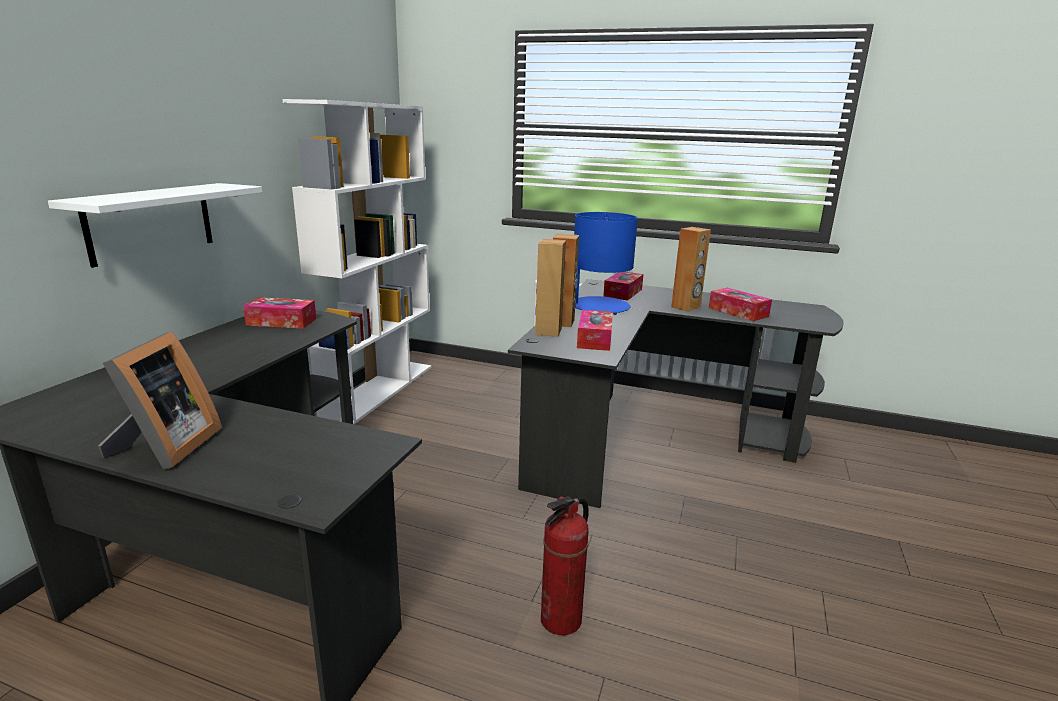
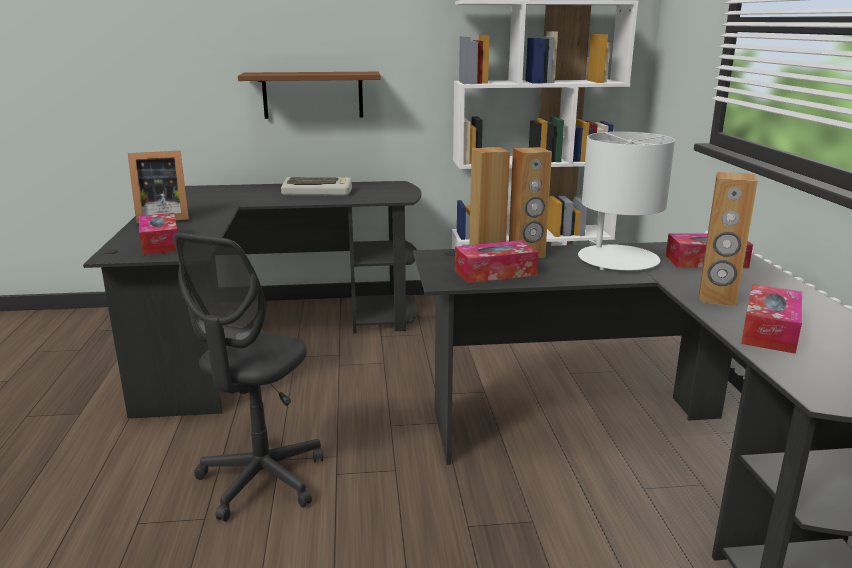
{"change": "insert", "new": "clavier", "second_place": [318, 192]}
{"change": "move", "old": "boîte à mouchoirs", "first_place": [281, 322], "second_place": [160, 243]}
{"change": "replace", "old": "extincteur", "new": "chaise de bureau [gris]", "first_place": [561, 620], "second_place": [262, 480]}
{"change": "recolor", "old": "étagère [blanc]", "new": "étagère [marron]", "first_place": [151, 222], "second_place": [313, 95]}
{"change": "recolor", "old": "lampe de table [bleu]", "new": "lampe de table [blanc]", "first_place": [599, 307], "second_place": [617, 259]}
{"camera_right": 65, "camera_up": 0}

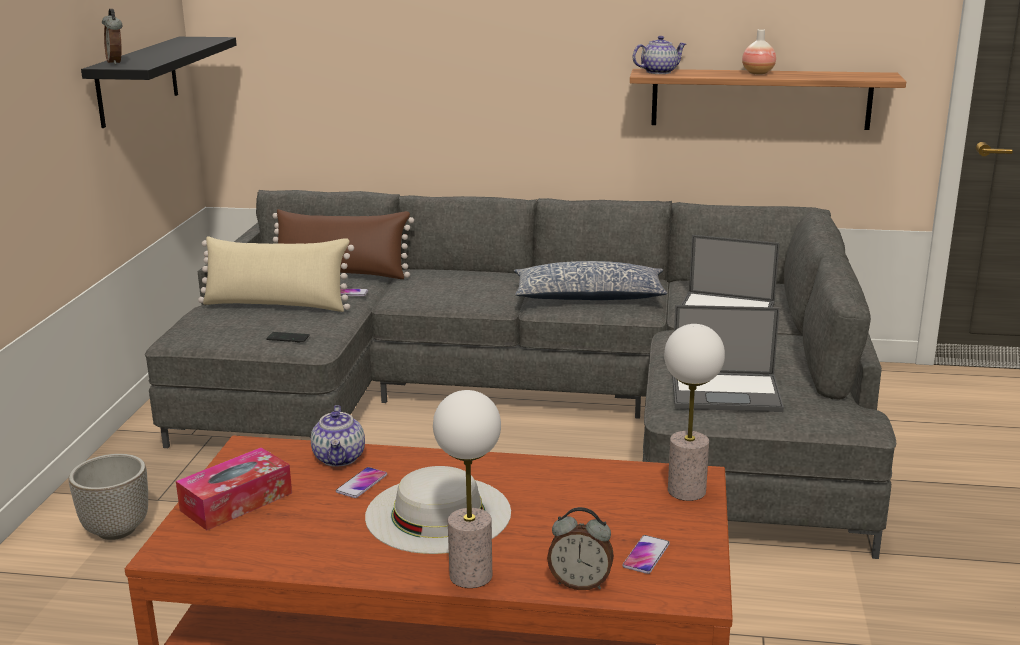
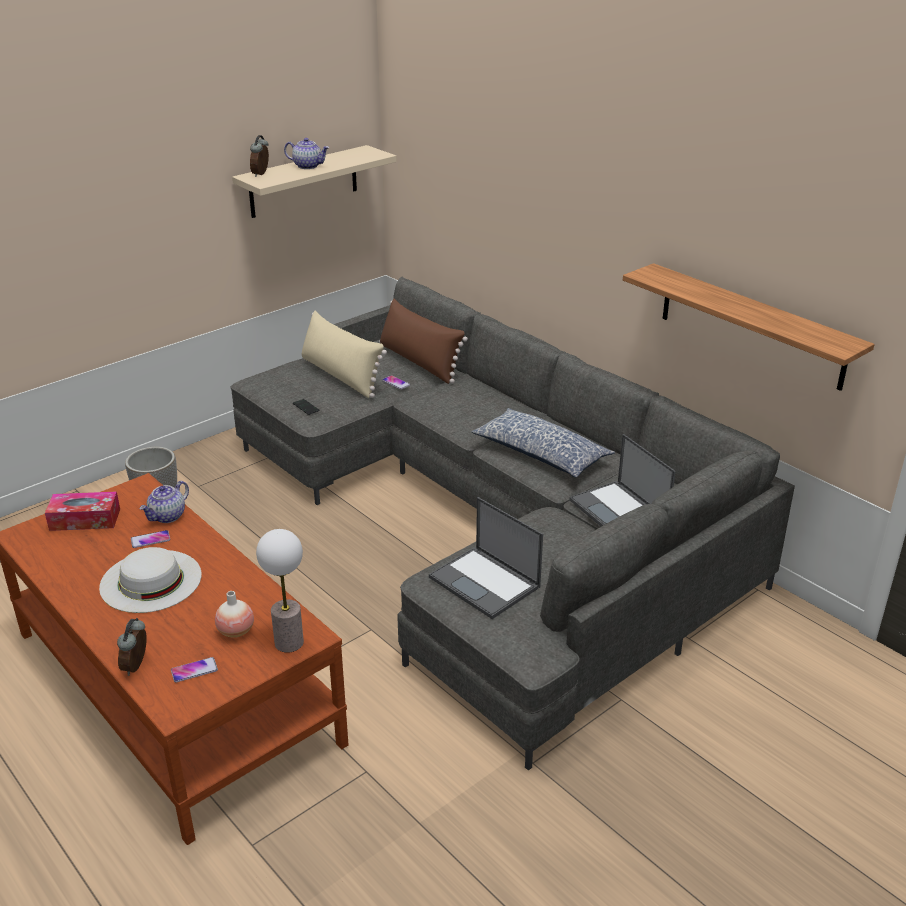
{"change": "delete", "old": "lampe de table", "first_place": [471, 575]}
{"change": "move", "old": "théière", "first_place": [659, 72], "second_place": [308, 166]}
{"change": "move", "old": "vase", "first_place": [758, 73], "second_place": [236, 631]}
{"change": "recolor", "old": "étagère [noir]", "new": "étagère [beige]", "first_place": [137, 81], "second_place": [303, 182]}
{"change": "rotate", "old": "réveil", "first_place": [580, 583], "second_place": [137, 666], "degrees": 45}
{"camera_right": 40, "camera_up": 10}

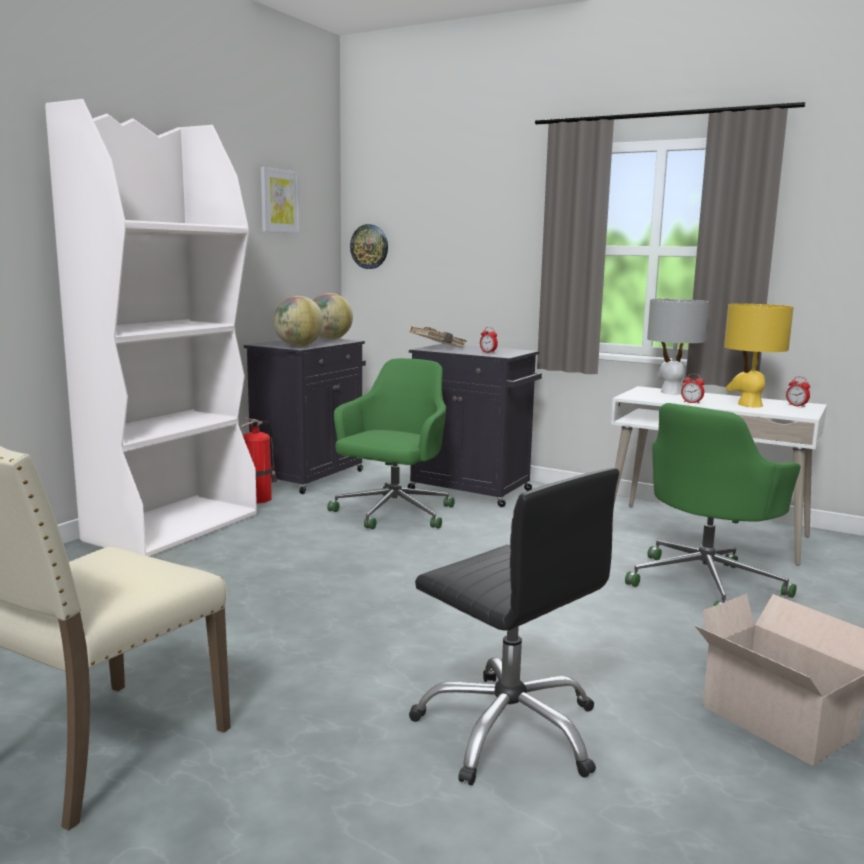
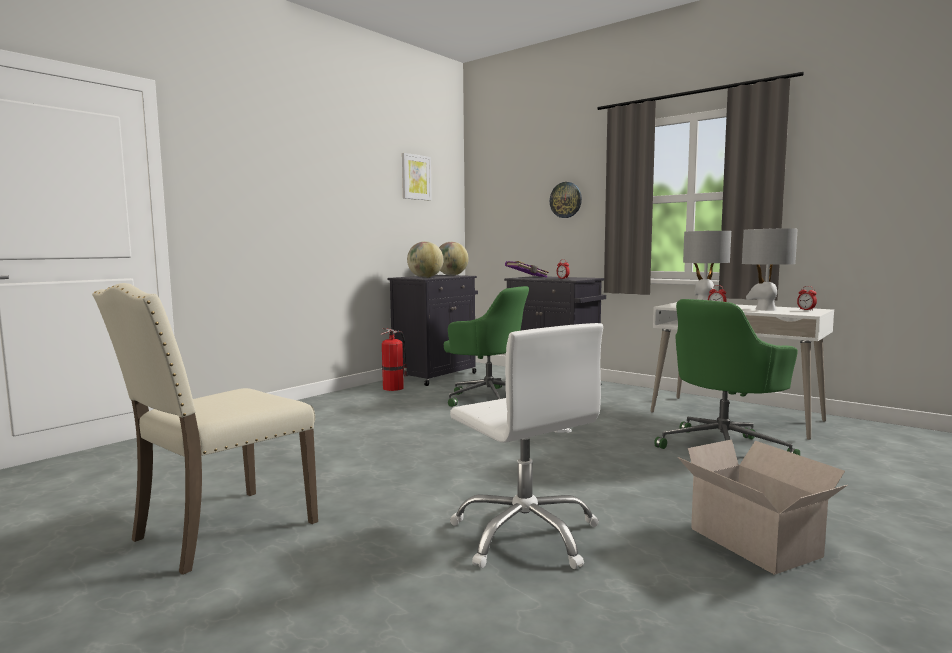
{"change": "delete", "old": "bibliothèque [blanc]", "first_place": [173, 526]}
{"change": "move", "old": "horloge murale", "first_place": [369, 246], "second_place": [566, 200]}
{"change": "recolor", "old": "livre [beige]", "new": "livre [violet]", "first_place": [437, 347], "second_place": [527, 277]}
{"change": "recolor", "old": "chaise de bureau [noir]", "new": "chaise de bureau [blanc]", "first_place": [509, 729], "second_place": [525, 535]}
{"change": "recolor", "old": "lampe de table [jaune]", "new": "lampe de table [gris]", "first_place": [749, 405], "second_place": [765, 309]}
{"change": "rotate", "old": "chaise de bureau [vert]", "first_place": [393, 513], "second_place": [488, 398], "degrees": 90}
{"camera_right": 10, "camera_up": -5}

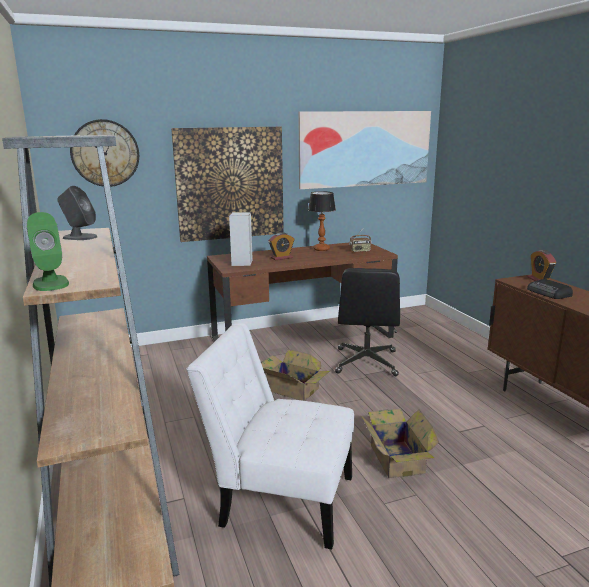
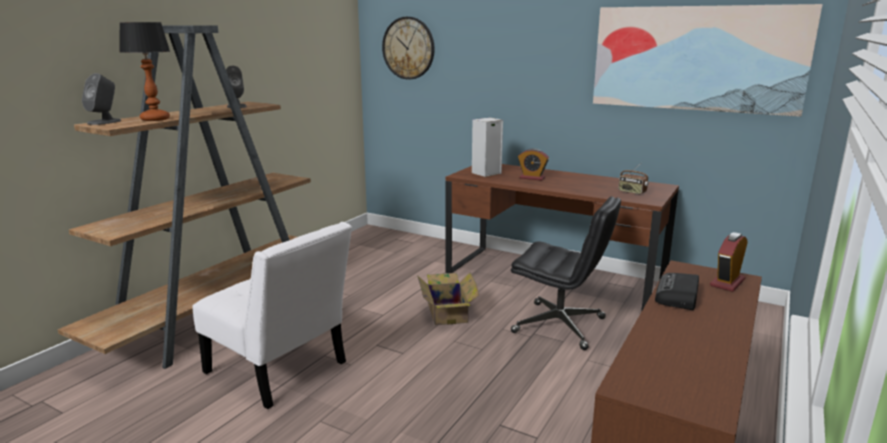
{"change": "delete", "old": "tableau", "first_place": [230, 183]}
{"change": "delete", "old": "carton", "first_place": [396, 457]}
{"change": "move", "old": "lampe de table", "first_place": [321, 249], "second_place": [155, 119]}
{"change": "recolor", "old": "enceinte [vert]", "new": "enceinte [gris]", "first_place": [50, 283], "second_place": [104, 122]}
{"change": "rotate", "old": "chaise [blanc]", "first_place": [280, 498], "second_place": [280, 371], "degrees": 150}
{"change": "rotate", "old": "chaise de bureau [noir]", "first_place": [366, 362], "second_place": [560, 325], "degrees": -120}
{"camera_right": 50, "camera_up": 0}

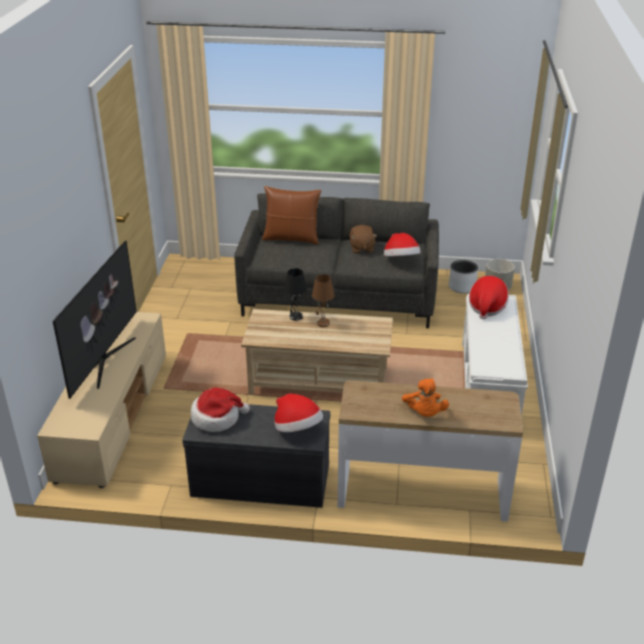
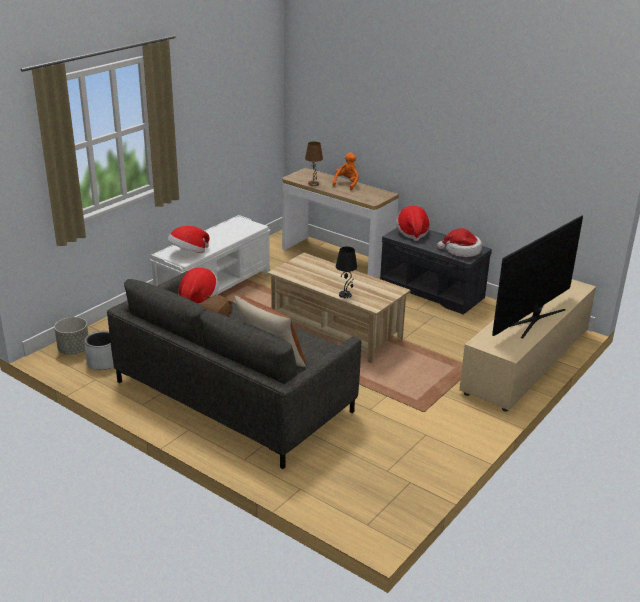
{"change": "move", "old": "lampe de table [marron]", "first_place": [322, 323], "second_place": [313, 184]}
{"camera_right": -150, "camera_up": -5}

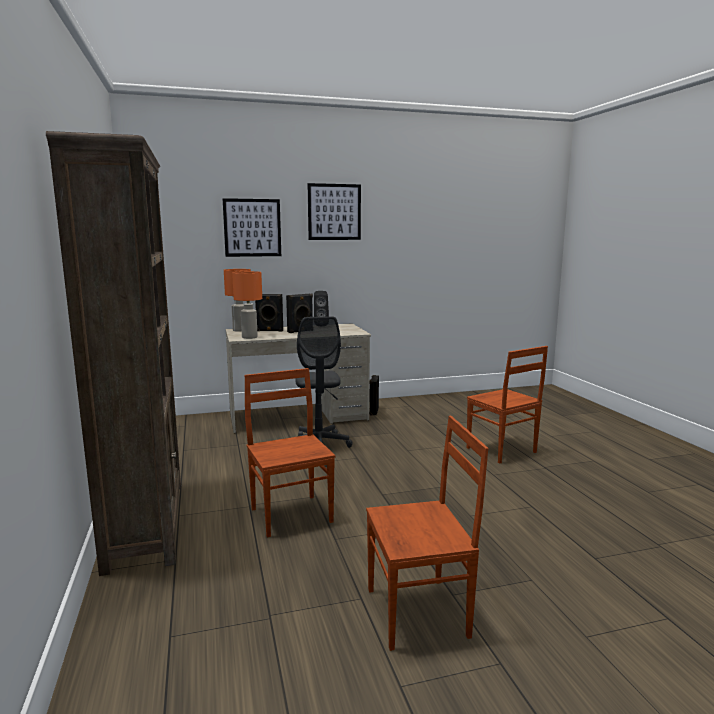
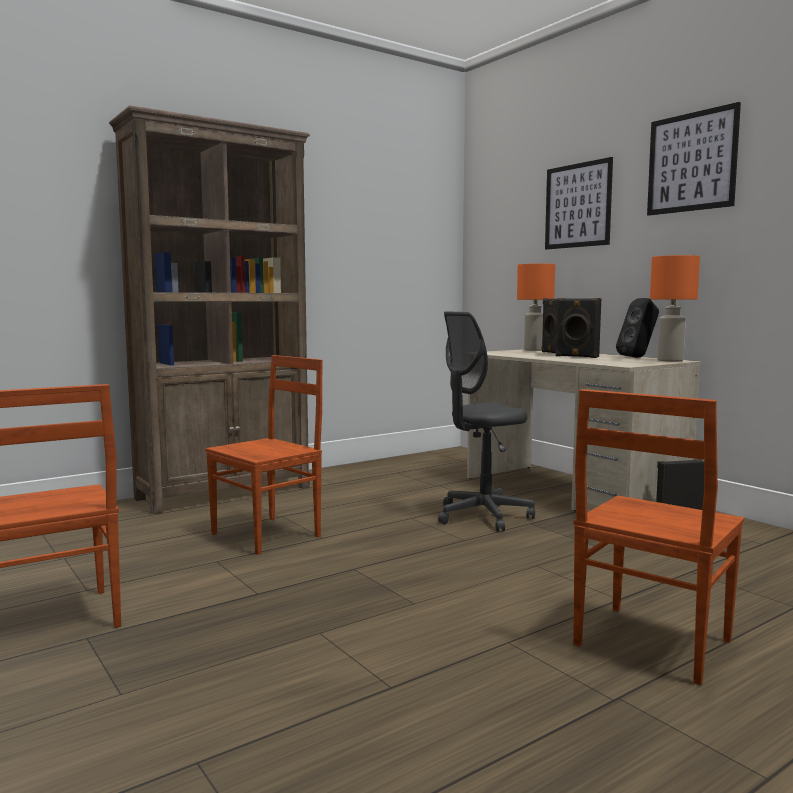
{"change": "move", "old": "lampe de table [orange]", "first_place": [249, 337], "second_place": [670, 360]}
{"camera_right": 70, "camera_up": -5}

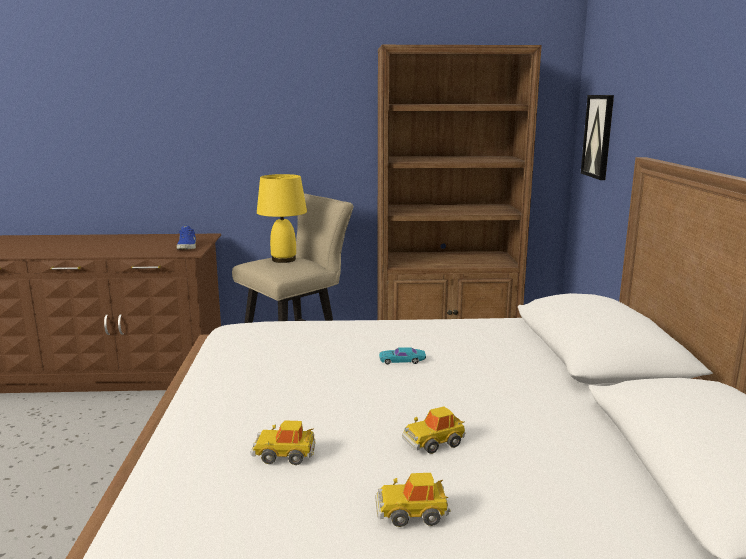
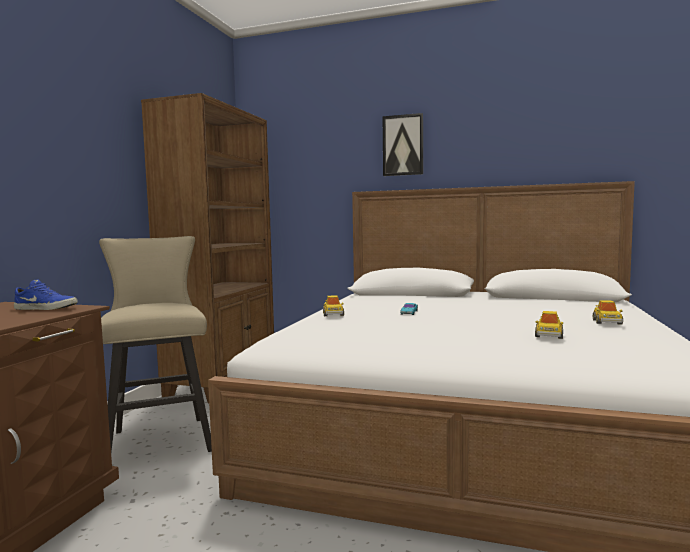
{"change": "delete", "old": "lampe de table [jaune]", "first_place": [284, 260]}
{"change": "move", "old": "petite voiture", "first_place": [434, 442], "second_place": [333, 314]}
{"change": "move", "old": "tableau", "first_place": [598, 136], "second_place": [403, 145]}
{"camera_right": -70, "camera_up": -10}

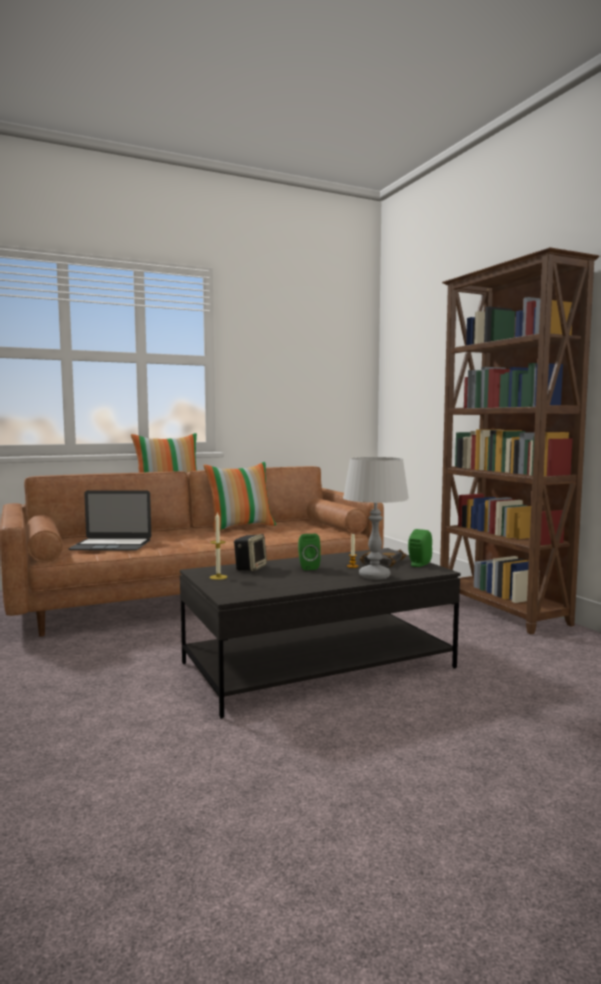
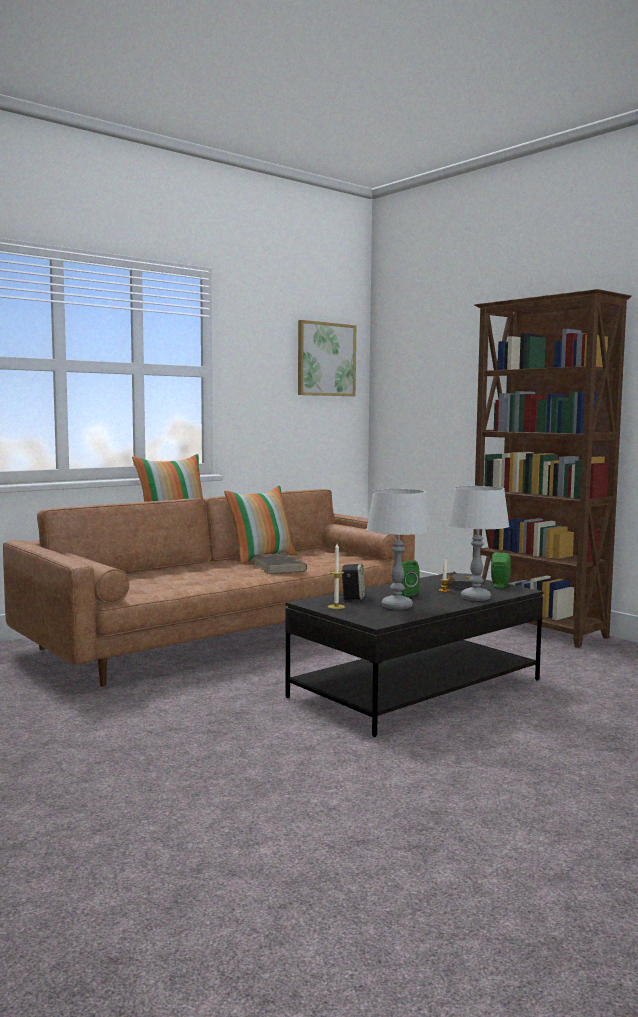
{"change": "delete", "old": "ordinateur portable", "first_place": [111, 545]}
{"change": "insert", "new": "livre [marron]", "second_place": [279, 567]}
{"change": "insert", "new": "tableau", "second_place": [326, 359]}
{"change": "insert", "new": "lampe de table [gris]", "second_place": [396, 606]}
{"camera_right": -15, "camera_up": 0}

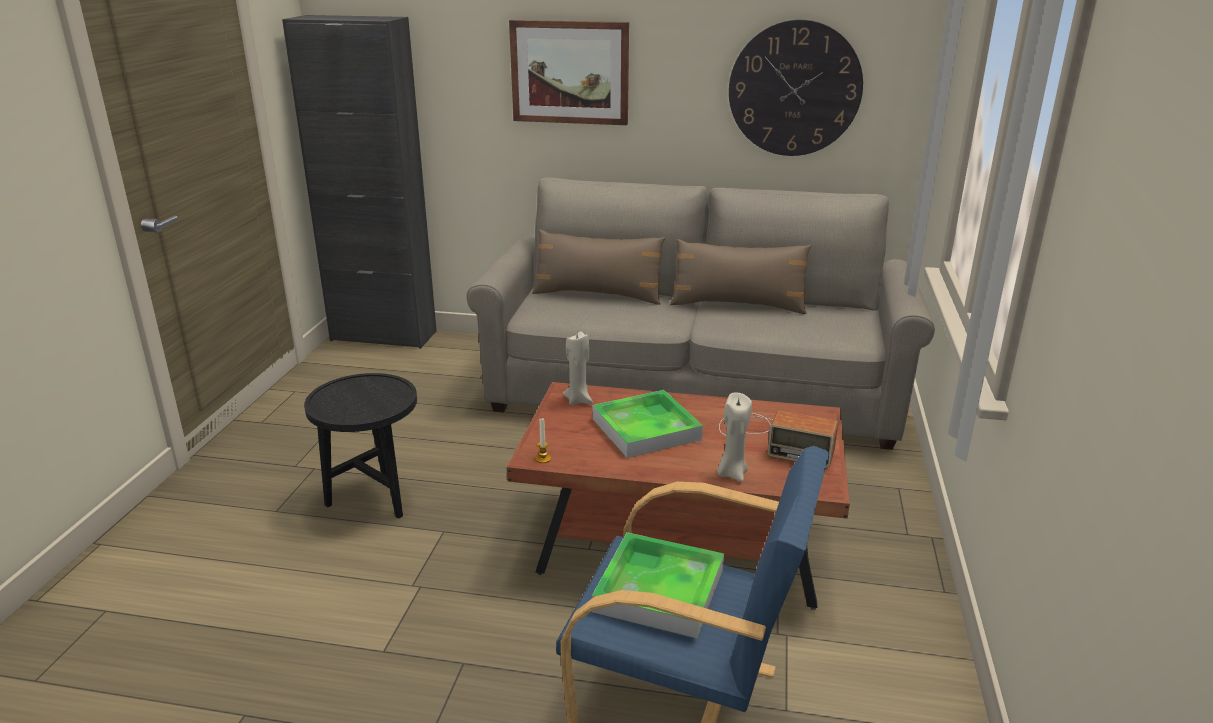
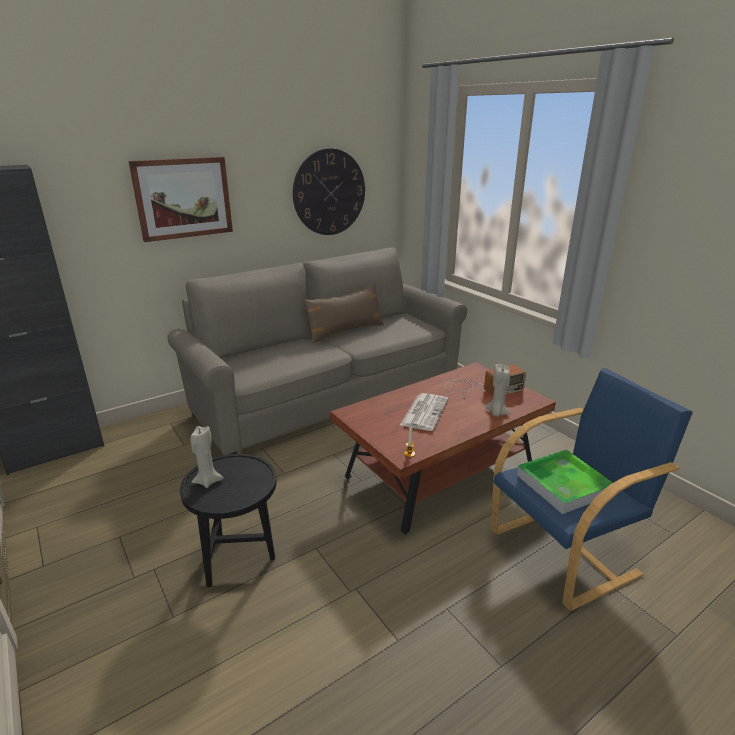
{"change": "delete", "old": "coussin [marron]", "first_place": [598, 295]}
{"change": "move", "old": "bougie [beige]", "first_place": [578, 400], "second_place": [208, 481]}
{"change": "replace", "old": "plateau", "new": "journal", "first_place": [646, 429], "second_place": [424, 412]}
{"camera_right": -45, "camera_up": 0}

